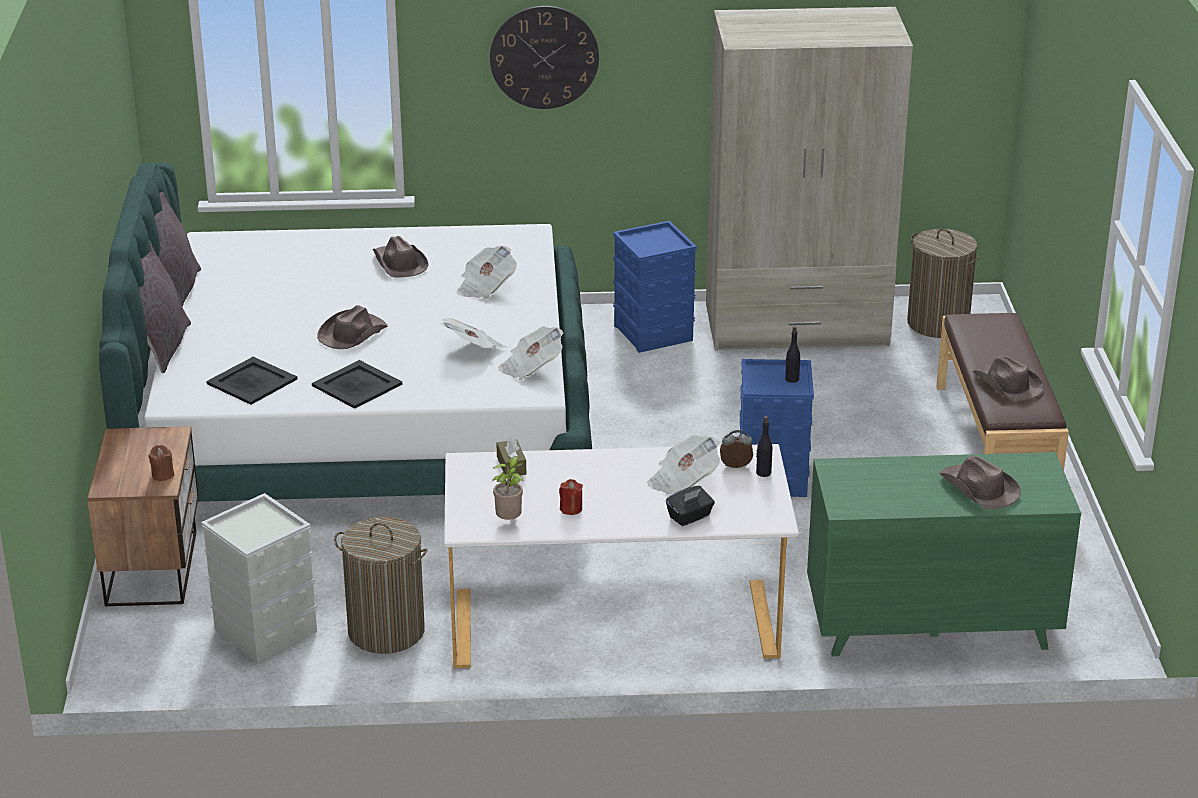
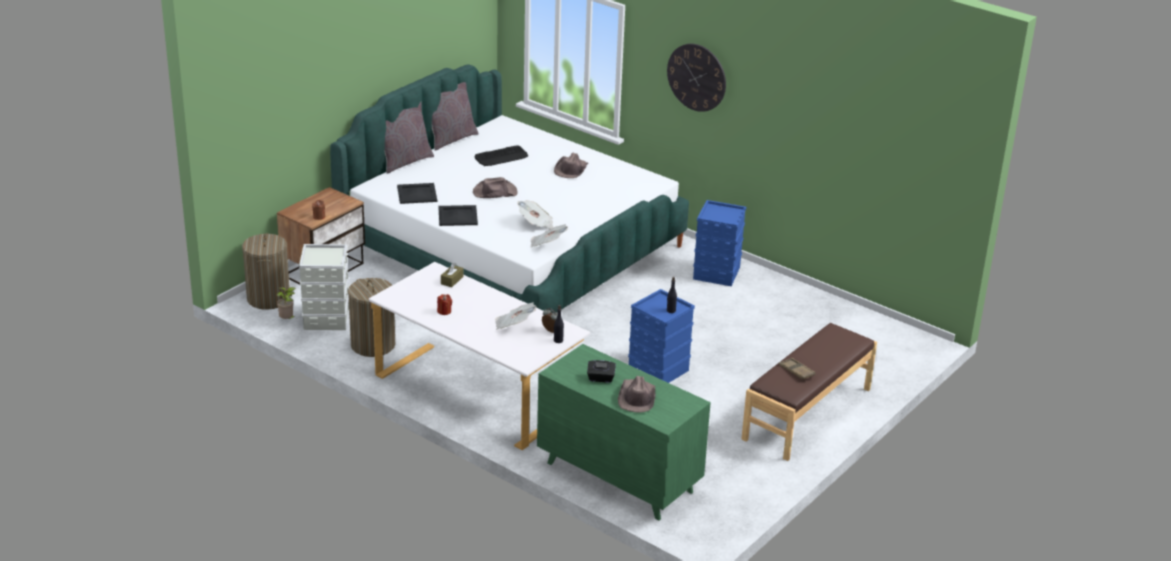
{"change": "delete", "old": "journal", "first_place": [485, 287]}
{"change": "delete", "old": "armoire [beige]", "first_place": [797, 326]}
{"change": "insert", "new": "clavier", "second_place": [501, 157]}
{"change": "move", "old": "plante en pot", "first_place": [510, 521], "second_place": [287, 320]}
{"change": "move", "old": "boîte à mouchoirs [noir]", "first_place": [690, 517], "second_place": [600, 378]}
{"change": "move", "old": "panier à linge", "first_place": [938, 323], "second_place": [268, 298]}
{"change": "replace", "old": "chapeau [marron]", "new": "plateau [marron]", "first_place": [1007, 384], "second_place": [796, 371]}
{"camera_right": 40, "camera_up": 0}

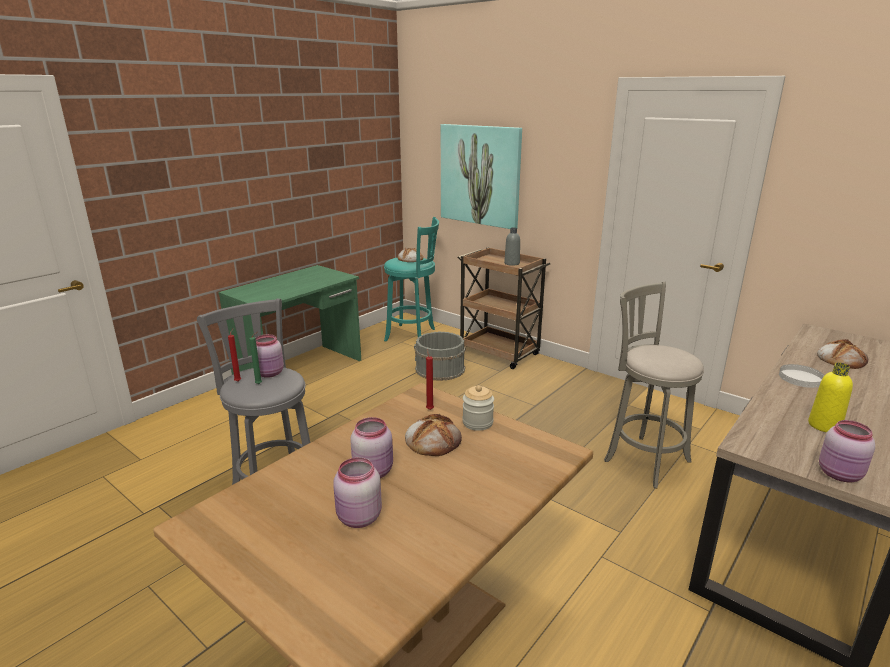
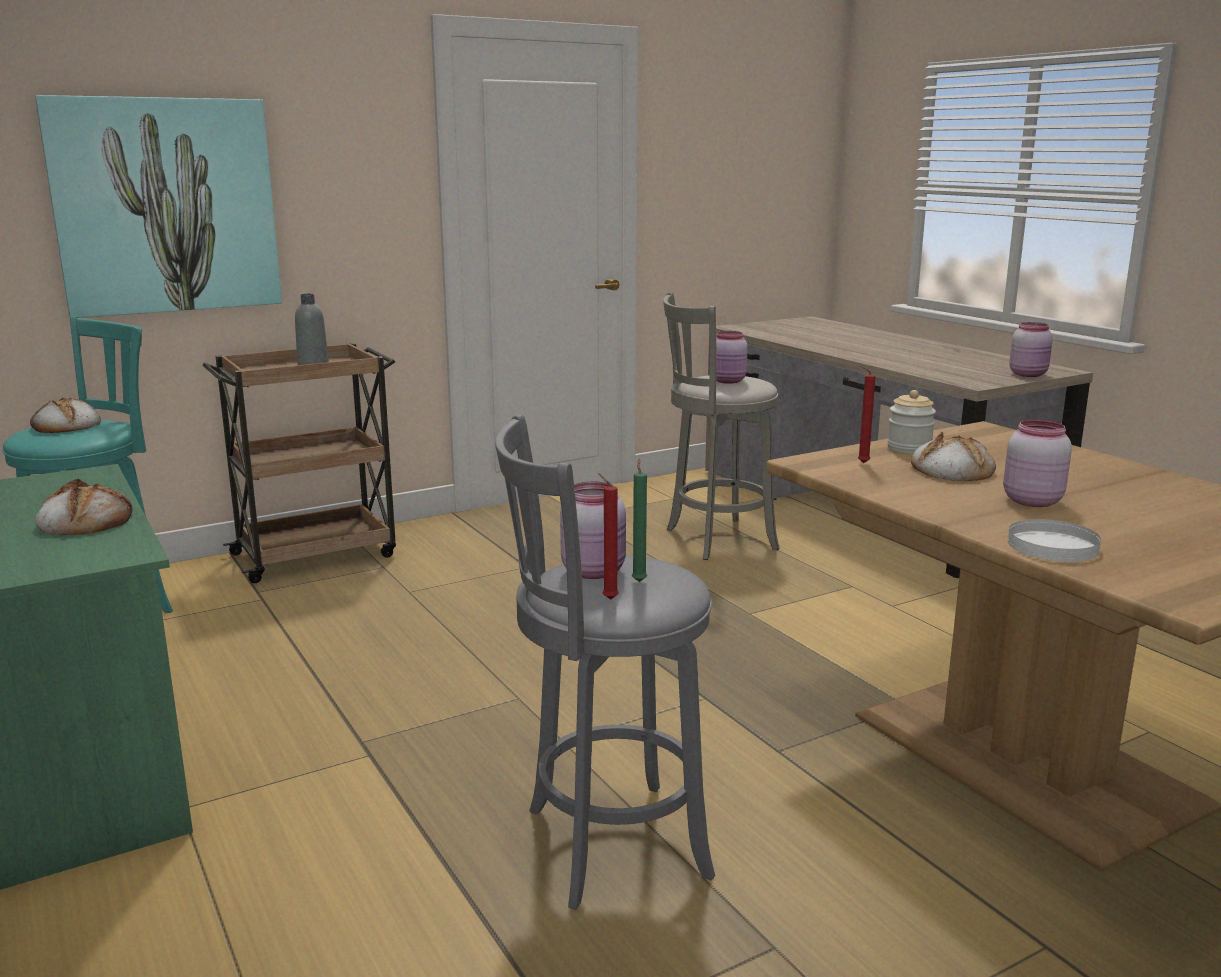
{"change": "delete", "old": "seau [gris]", "first_place": [440, 369]}
{"change": "delete", "old": "bouteille [jaune]", "first_place": [824, 426]}
{"change": "move", "old": "bocal [rose]", "first_place": [358, 518], "second_place": [728, 381]}
{"change": "move", "old": "assiette [blanc]", "first_place": [801, 378], "second_place": [1053, 545]}
{"change": "move", "old": "pain", "first_place": [841, 359], "second_place": [85, 520]}
{"camera_right": -70, "camera_up": -5}

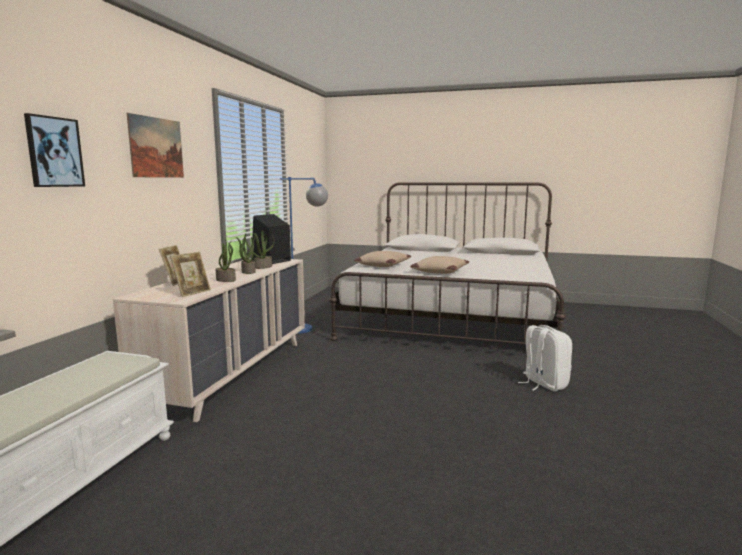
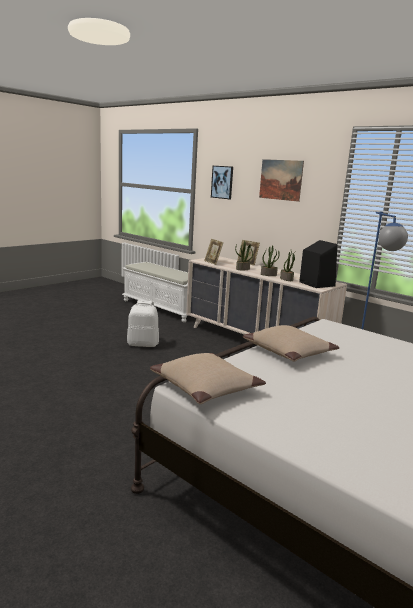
{"change": "move", "old": "coussin [beige]", "first_place": [382, 265], "second_place": [206, 387]}
{"change": "move", "old": "sac à dos [blanc]", "first_place": [543, 384], "second_place": [143, 344]}
{"camera_right": 115, "camera_up": 5}

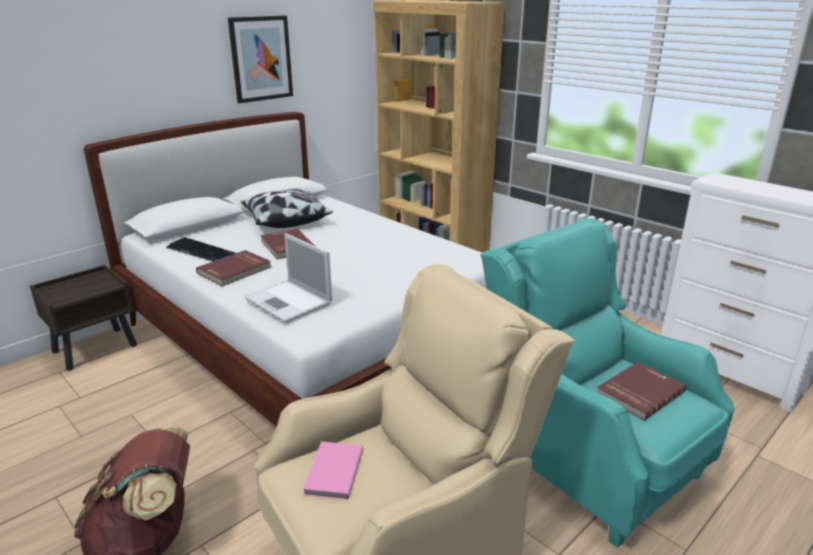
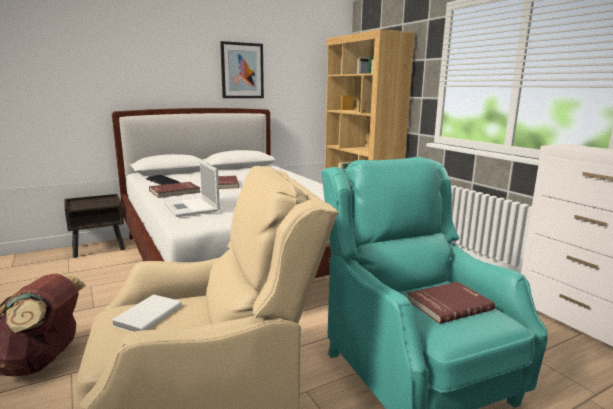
{"change": "delete", "old": "coussin", "first_place": [285, 220]}
{"change": "recolor", "old": "livre [rose]", "new": "livre [blanc]", "first_place": [332, 472], "second_place": [146, 316]}
{"camera_right": 15, "camera_up": -10}

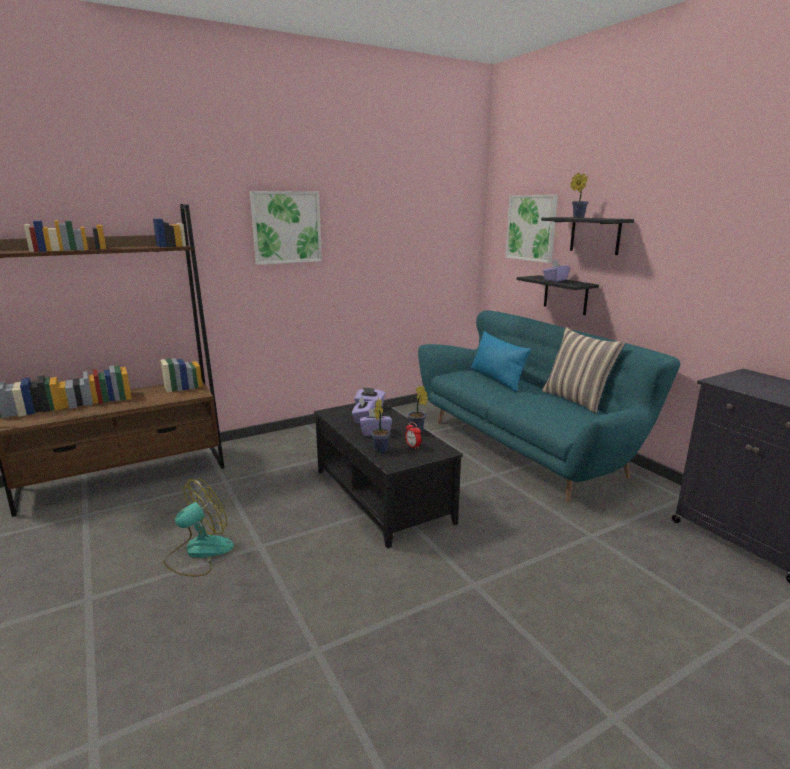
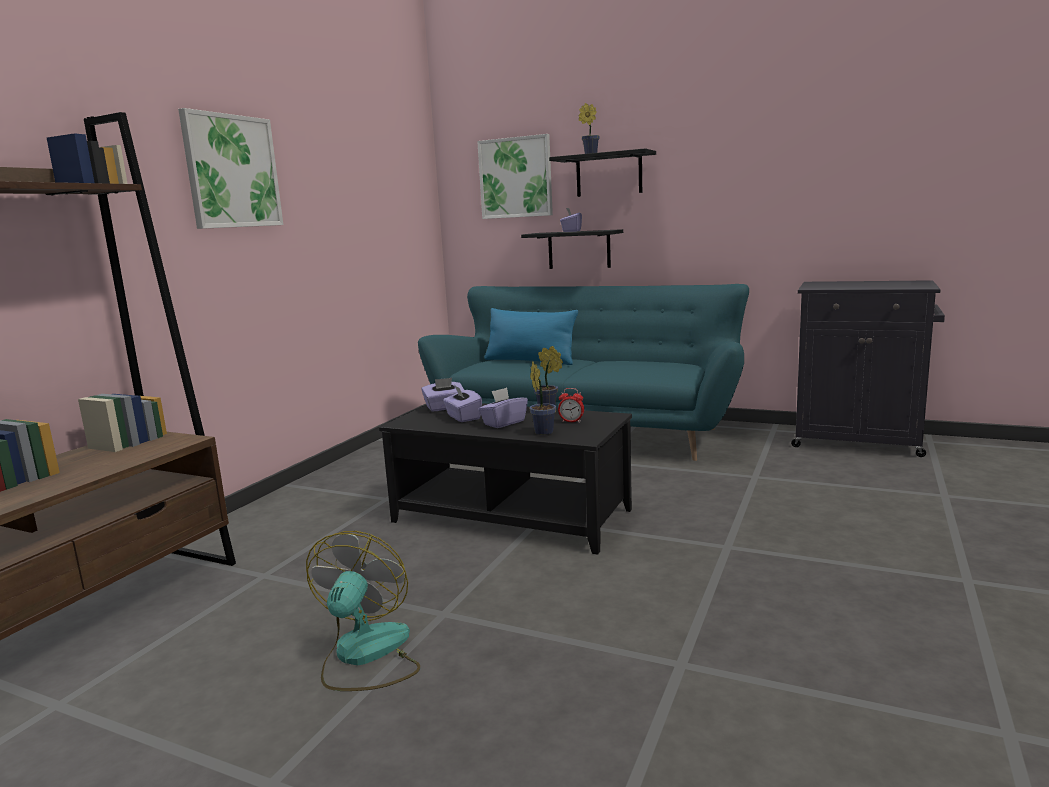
{"change": "delete", "old": "coussin", "first_place": [576, 400]}
{"camera_right": -35, "camera_up": -5}

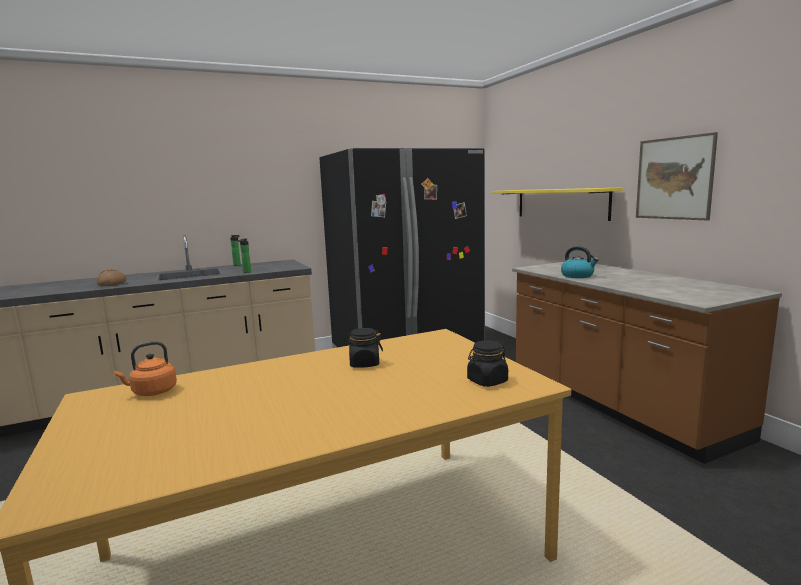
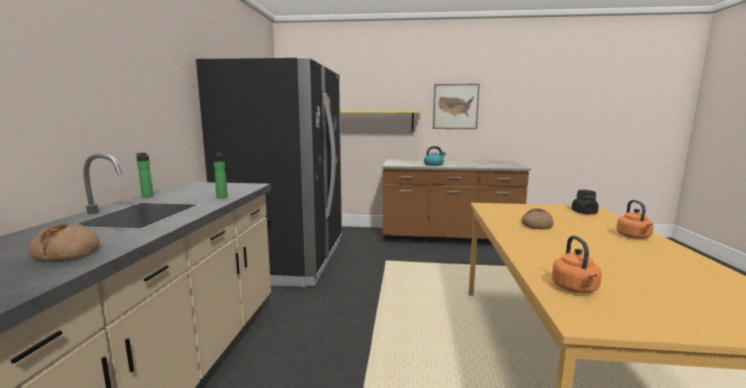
{"change": "insert", "new": "bouilloire [orange]", "second_place": [634, 237]}
{"change": "replace", "old": "bocal [noir]", "new": "pain", "first_place": [364, 364], "second_place": [536, 225]}
{"camera_right": -60, "camera_up": 0}

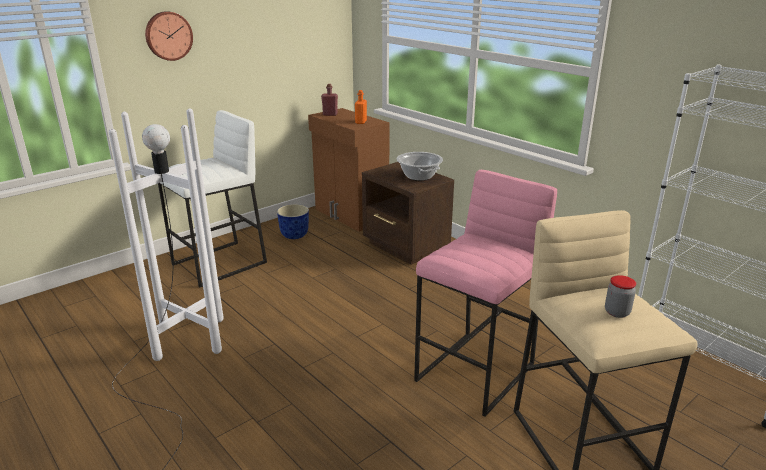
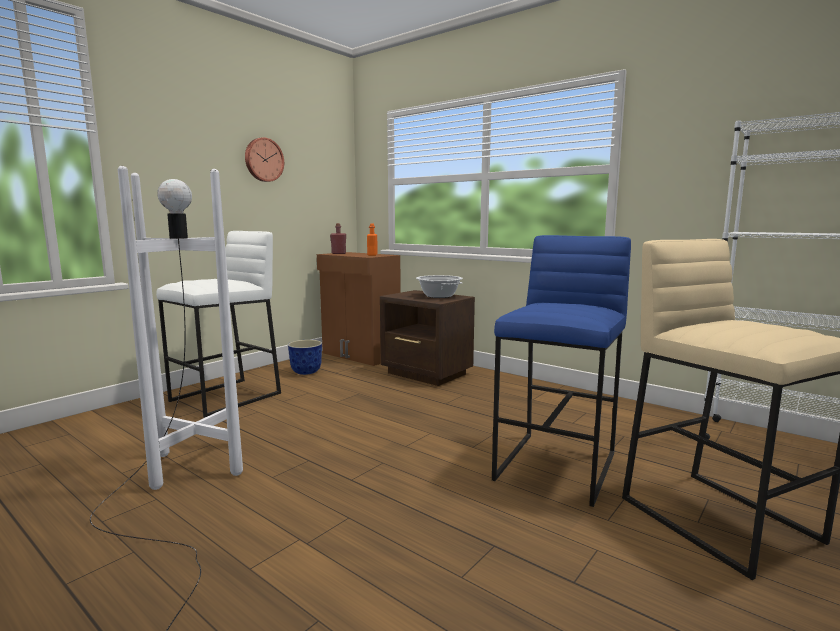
{"change": "delete", "old": "bocal", "first_place": [617, 312]}
{"change": "move", "old": "horloge murale", "first_place": [168, 36], "second_place": [263, 160]}
{"change": "recolor", "old": "tabouret [rose]", "new": "tabouret [bleu]", "first_place": [476, 373], "second_place": [557, 466]}
{"camera_right": -10, "camera_up": -15}

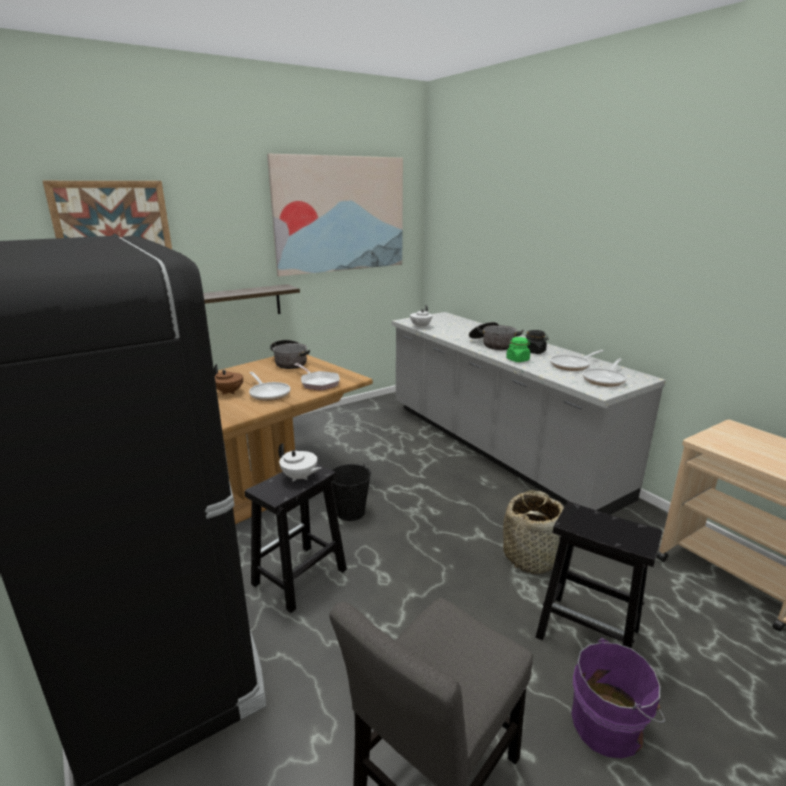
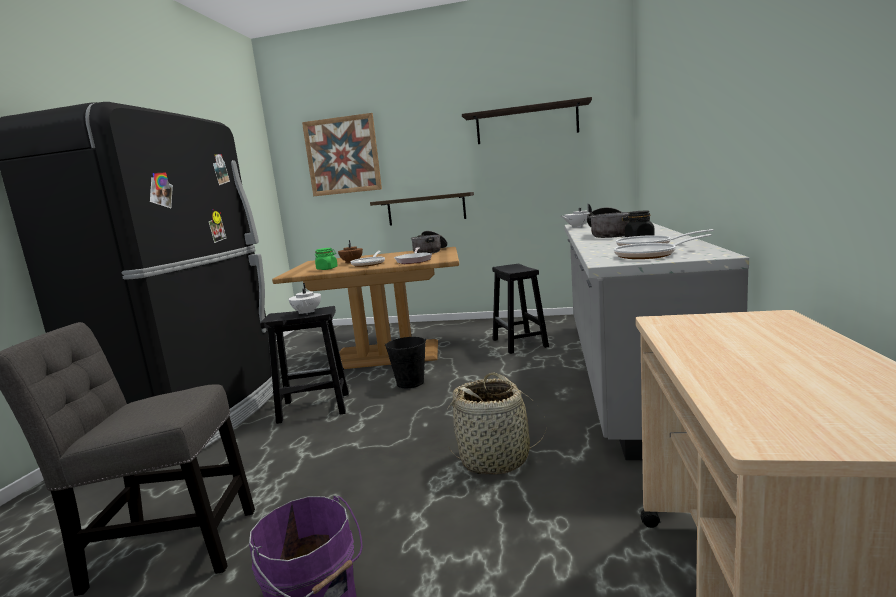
{"change": "move", "old": "bocal [vert]", "first_place": [517, 360], "second_place": [327, 269]}
{"change": "move", "old": "tabouret [noir]", "first_place": [589, 633], "second_place": [520, 343]}
{"change": "replace", "old": "tableau", "new": "étagère", "first_place": [340, 214], "second_place": [526, 124]}
{"camera_right": 45, "camera_up": -10}

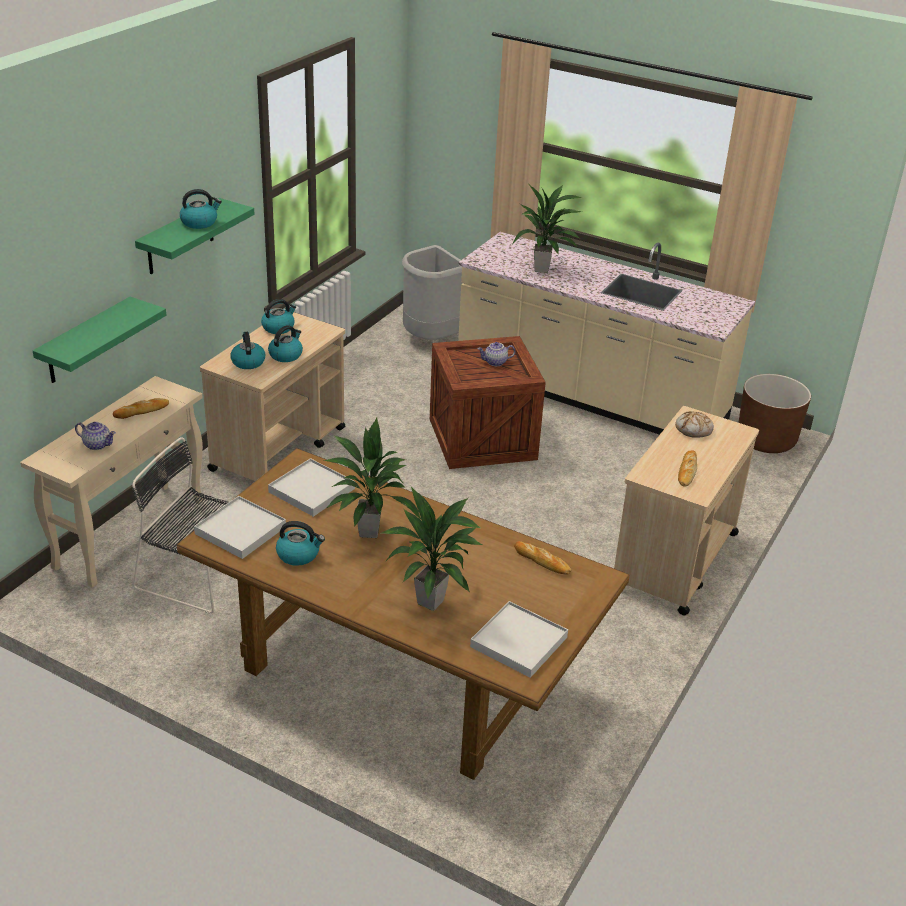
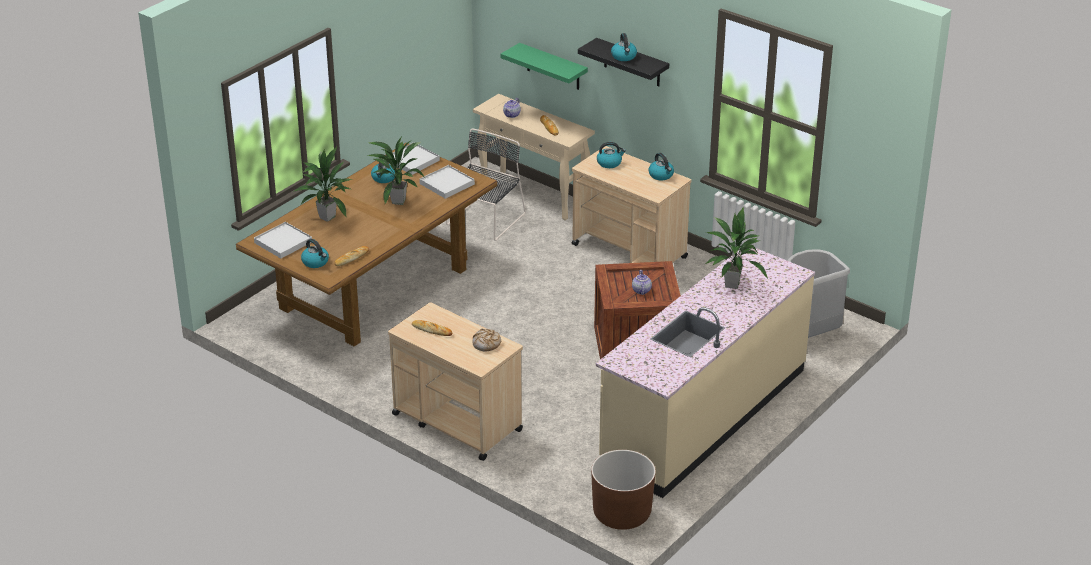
{"change": "move", "old": "bouilloire", "first_place": [286, 355], "second_place": [316, 262]}
{"change": "recolor", "old": "étagère [vert]", "new": "étagère [noir]", "first_place": [180, 237], "second_place": [632, 63]}
{"camera_right": 100, "camera_up": 0}

